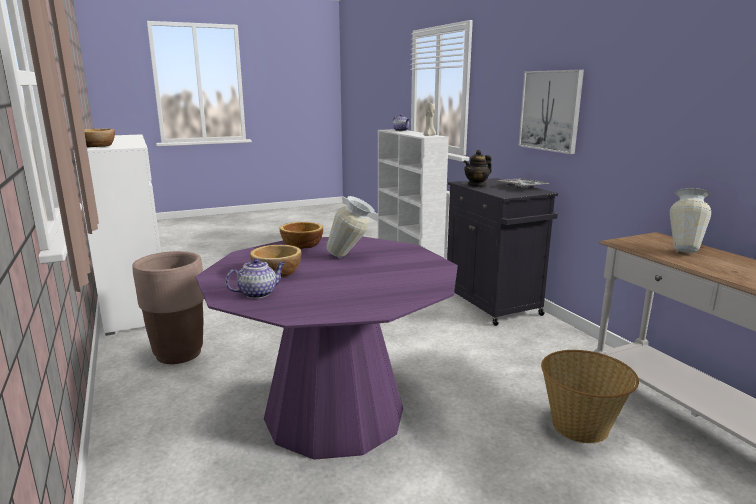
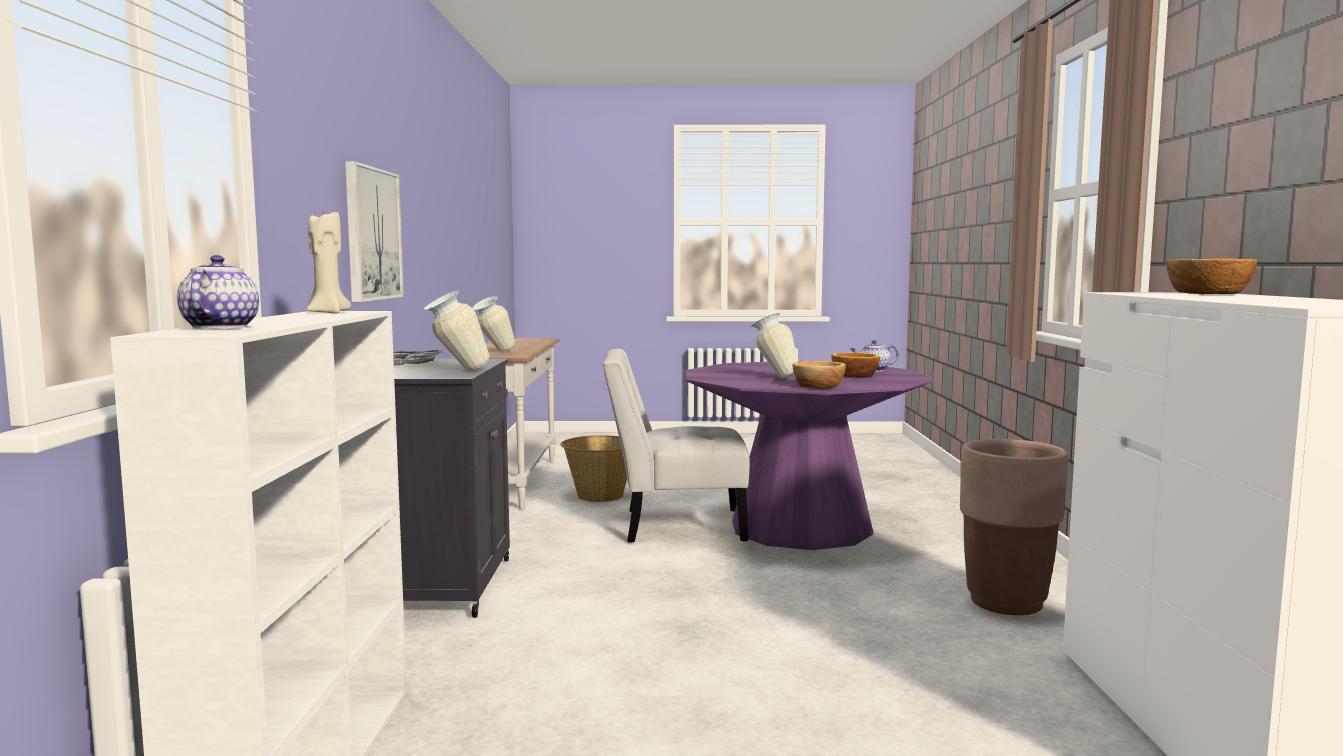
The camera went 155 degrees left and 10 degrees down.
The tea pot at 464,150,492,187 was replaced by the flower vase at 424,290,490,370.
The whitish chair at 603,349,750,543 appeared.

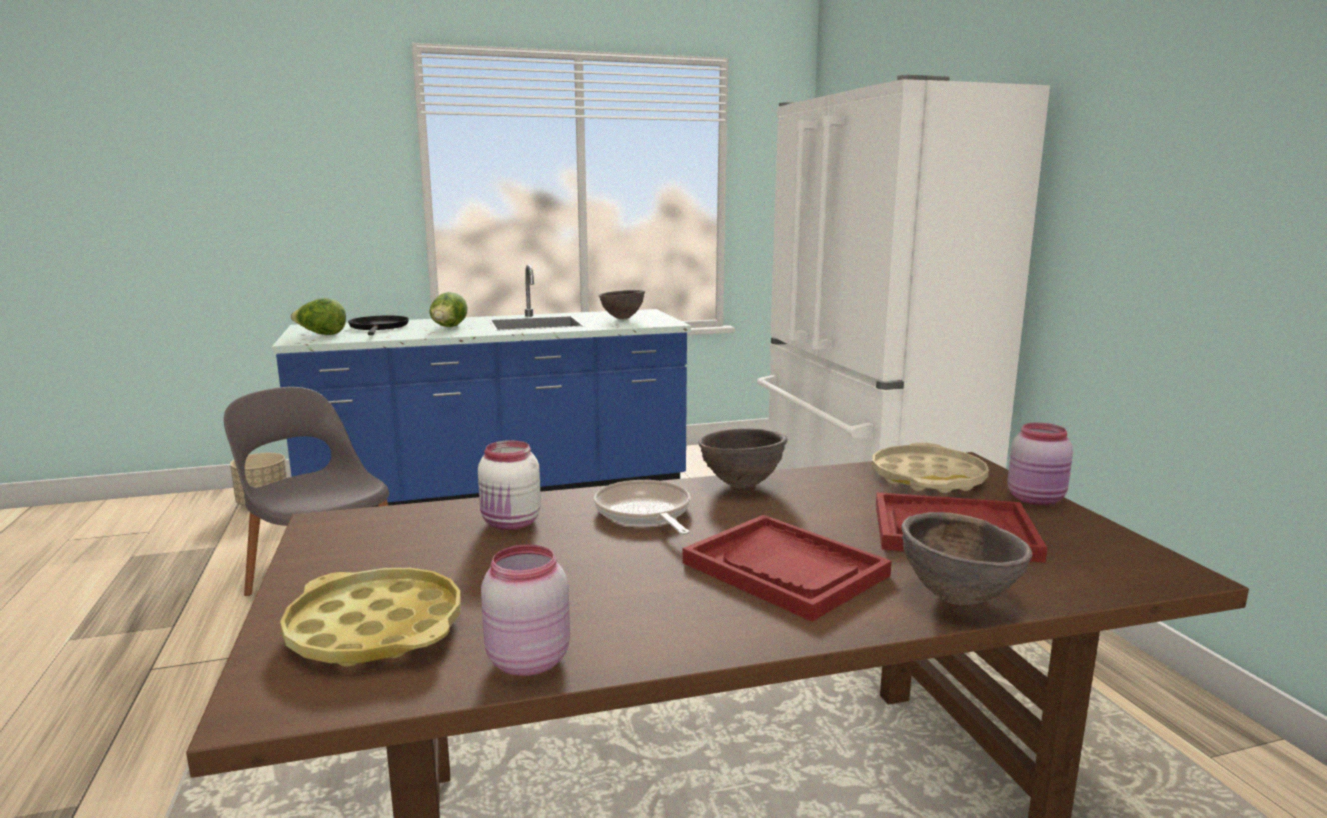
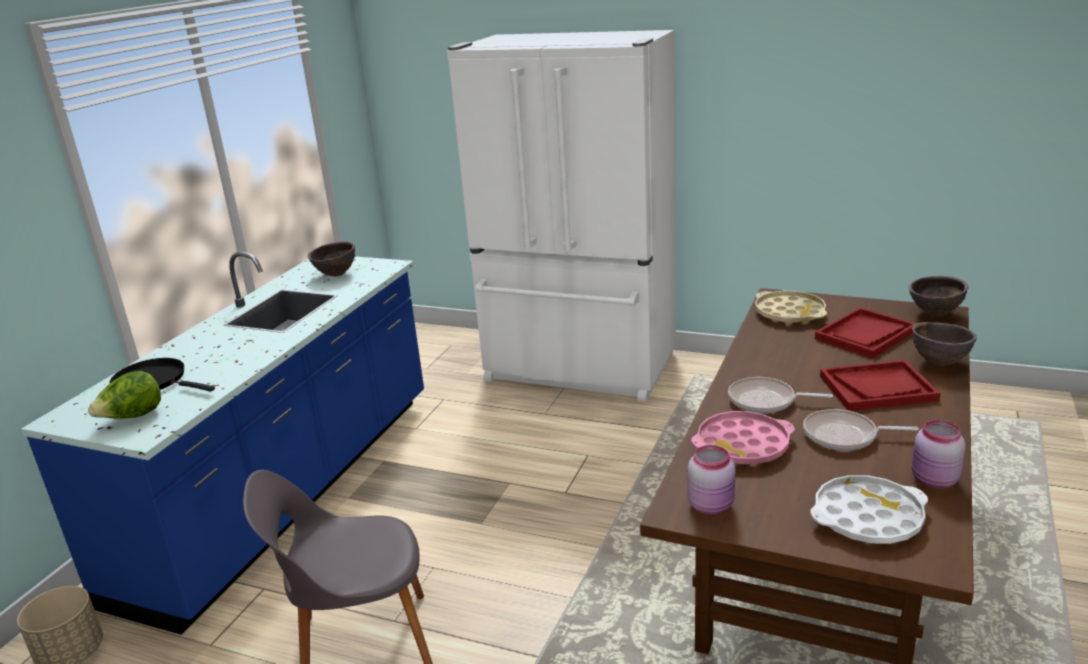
The camera went 50 degrees left and 10 degrees up.
The pink jar moved from 1007,423,1073,506 to 687,445,735,515.
The whitish jar at 478,440,541,530 was replaced by the pink tray at 691,411,795,465.
The skillet at 803,409,919,451 appeared.
The yellow tray at 280,568,461,667 became the whitish tray at 810,475,928,544.
The brown serving bowl moved from 698,428,788,489 to 909,276,968,316.
The lettuce head at 429,292,468,327 disappeared.

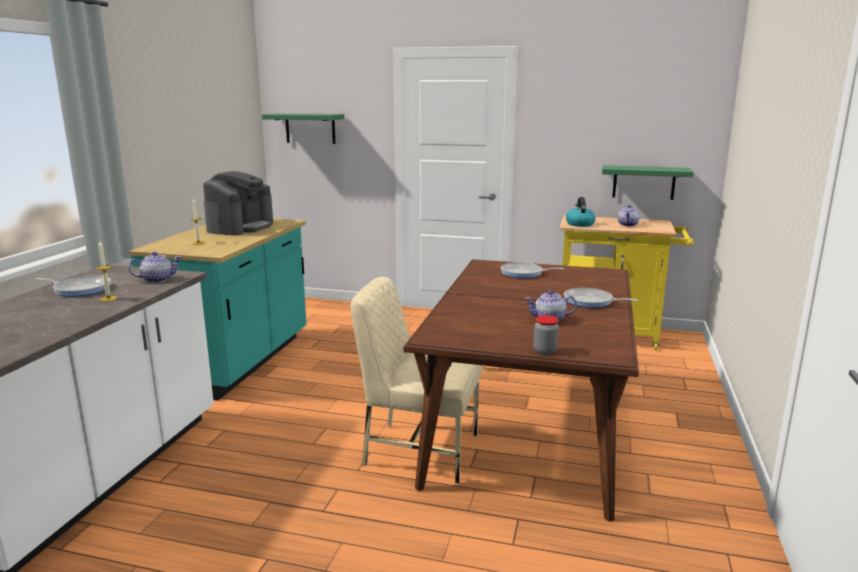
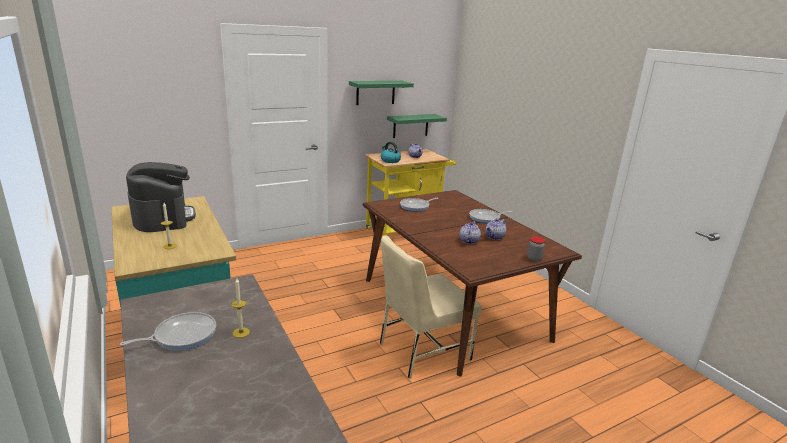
The camera went 45 degrees left and 5 degrees up.
The greenish bracket shelf moved from 262,113,344,144 to 349,81,414,105.
The tea pot moved from 128,251,182,283 to 459,222,481,244.

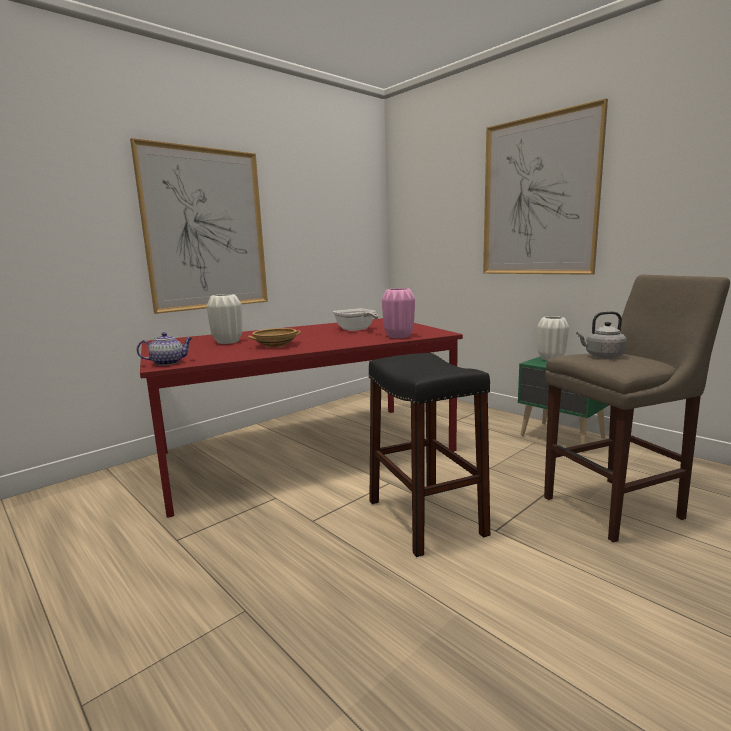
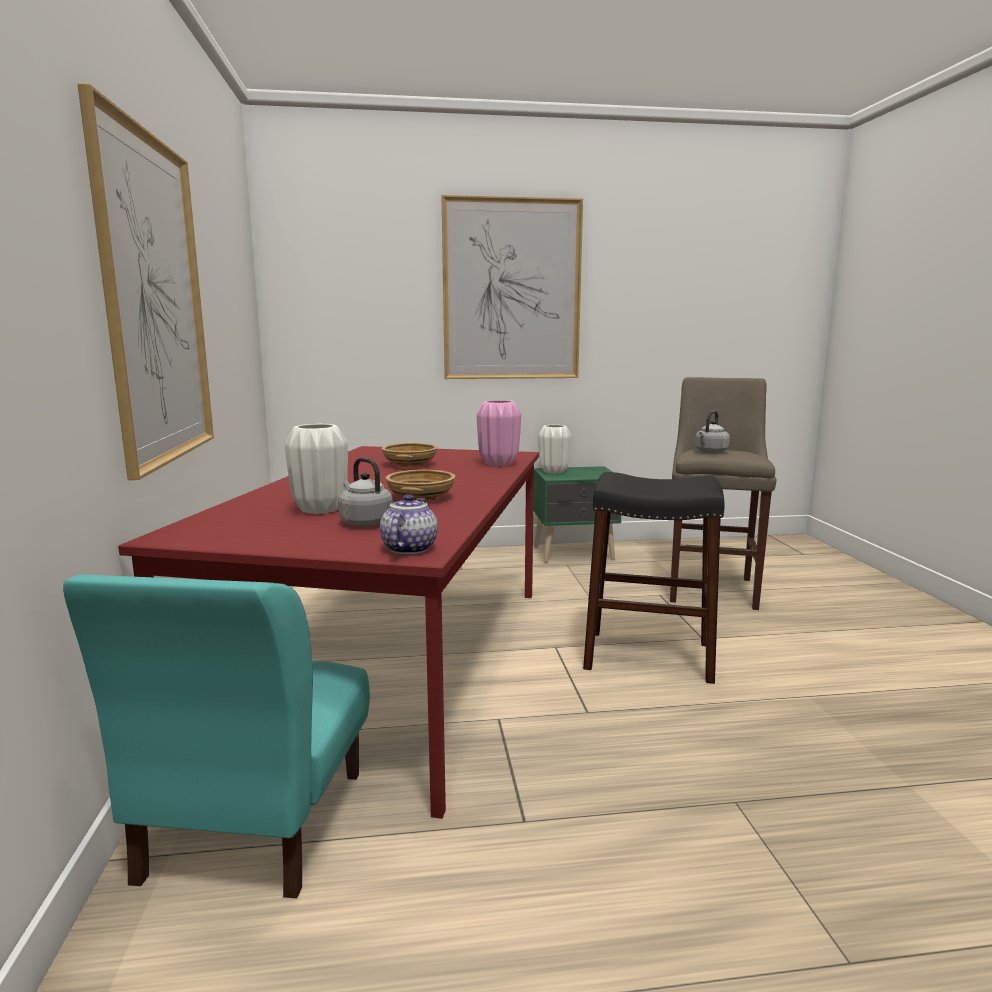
The camera went 55 degrees left and 0 degrees up.
The turquoise chair at 63,574,370,898 appeared.
The gray tea kettle at 338,458,393,527 appeared.
The skillet at 333,309,379,331 was replaced by the beige serving bowl at 382,443,438,468.

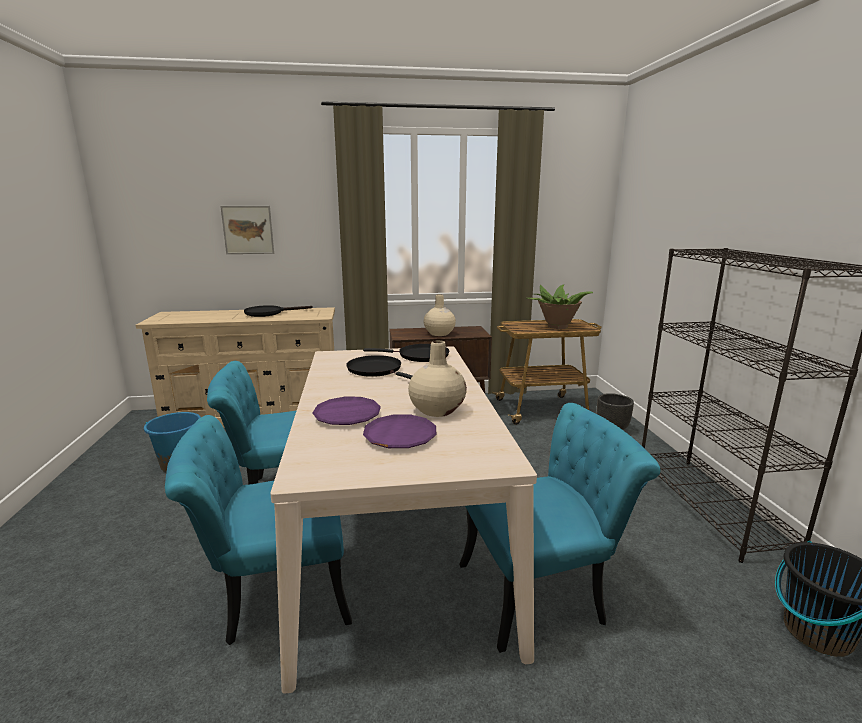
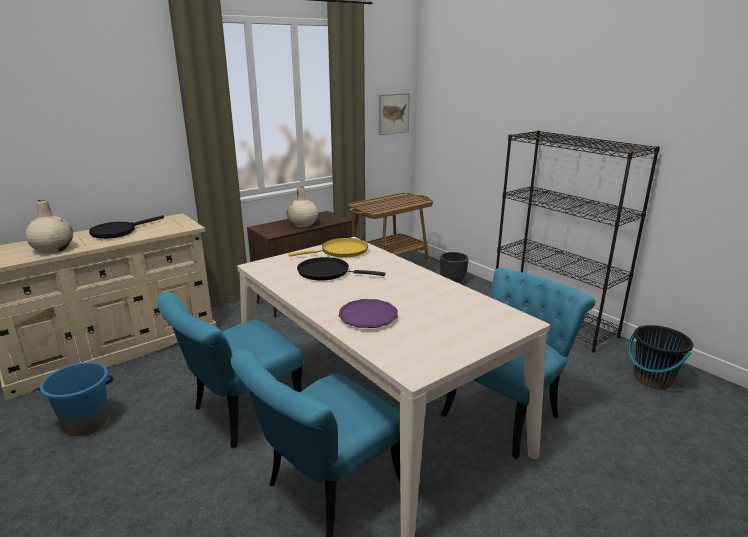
The camera went 30 degrees left and 5 degrees up.
The beige flower vase moved from 408,340,467,417 to 25,200,73,254.
The blackish skillet at 363,344,449,362 became the yellow skillet at 288,238,368,258.
The picture moved from 220,206,274,254 to 379,93,410,135.
The purple-coloured plate at 363,414,436,448 disappeared.
The houseplant at 528,284,593,329 disappeared.

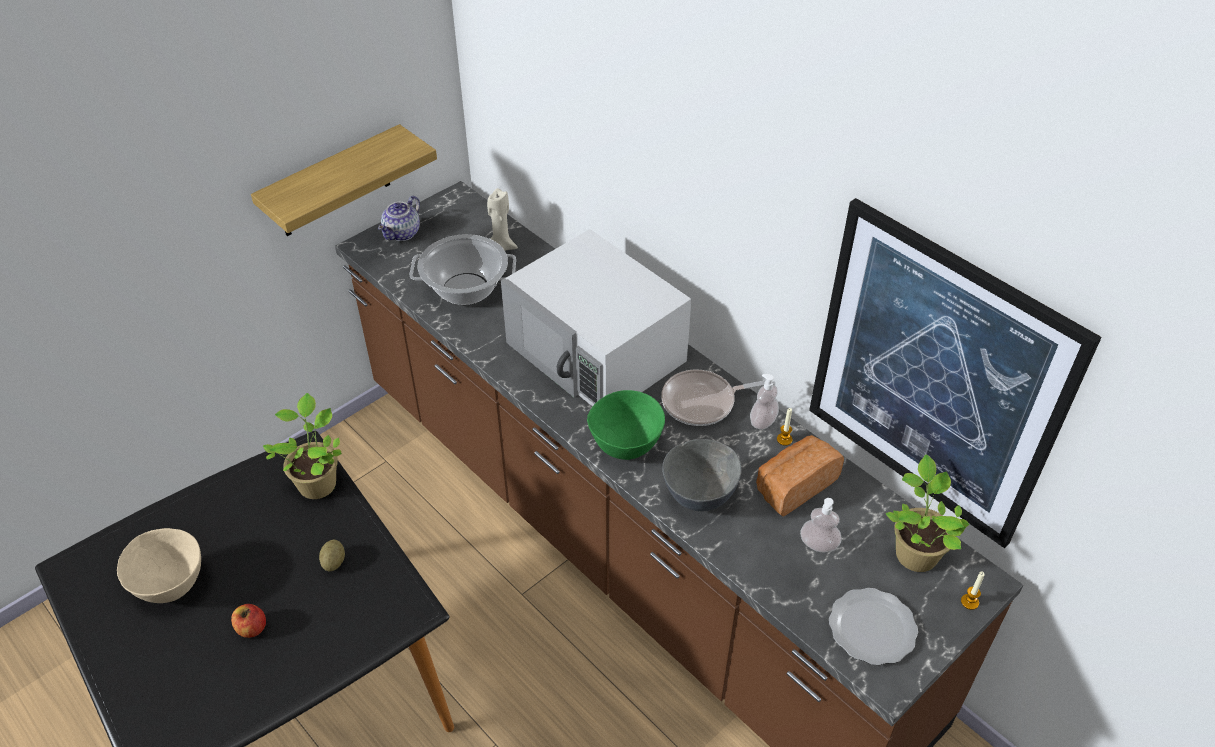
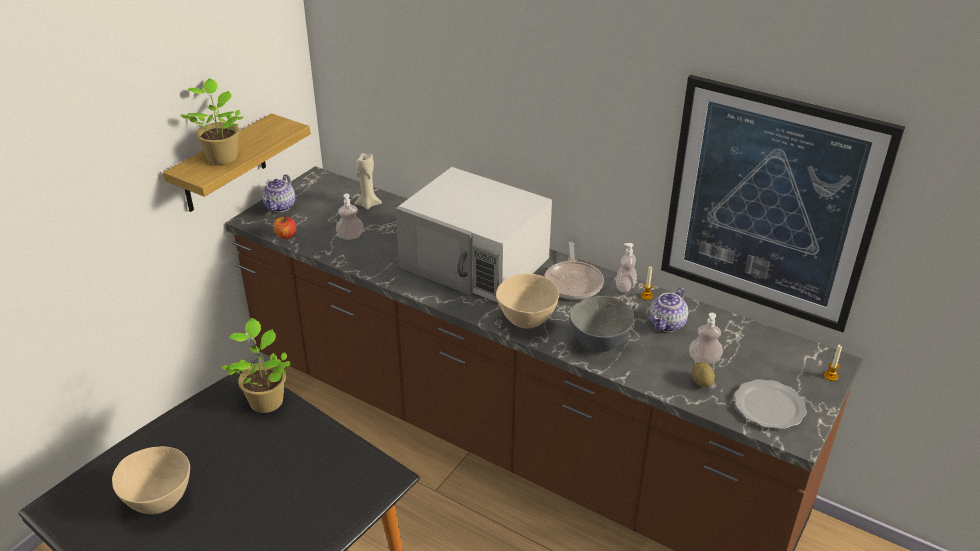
The camera went 15 degrees left and 10 degrees down.
The houseplant moved from 886,455,970,572 to 180,78,244,165.
The apple fruit moved from 231,604,266,638 to 273,216,297,239.
The saucepot at 410,234,516,305 was replaced by the soap dispenser at 336,194,364,240.
The greenish serving bowl at 587,390,665,460 became the beige serving bowl at 496,274,559,329.
The skillet at 661,369,766,426 turned 60 degrees counterclockwise.
The bread at 756,435,844,517 was replaced by the tea pot at 649,287,688,332.
The whole potato moved from 319,539,345,571 to 692,362,715,387.

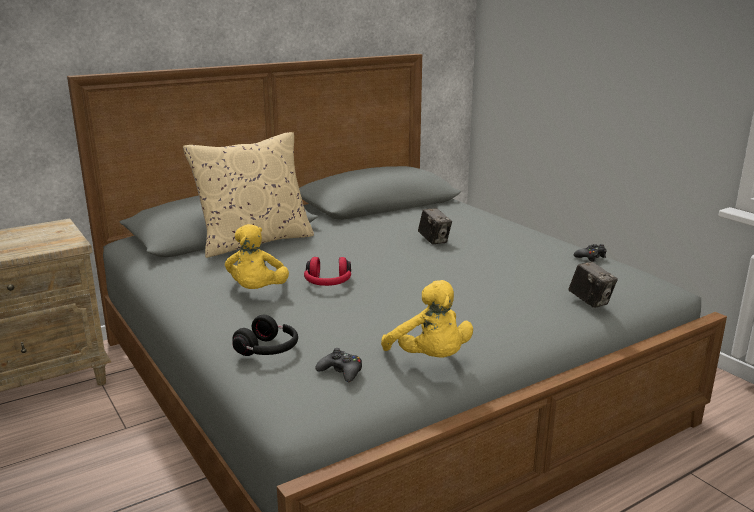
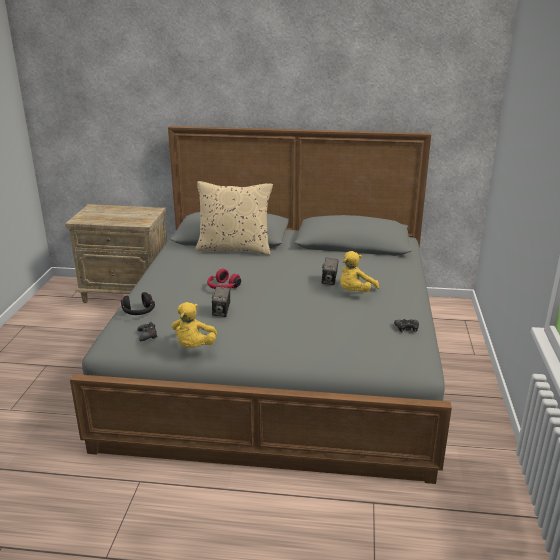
The camera went 40 degrees right and 5 degrees up.
The still camera moved from 568,262,618,308 to 212,287,230,317.
The yellow cuddly toy moved from 225,224,289,289 to 340,251,379,292.

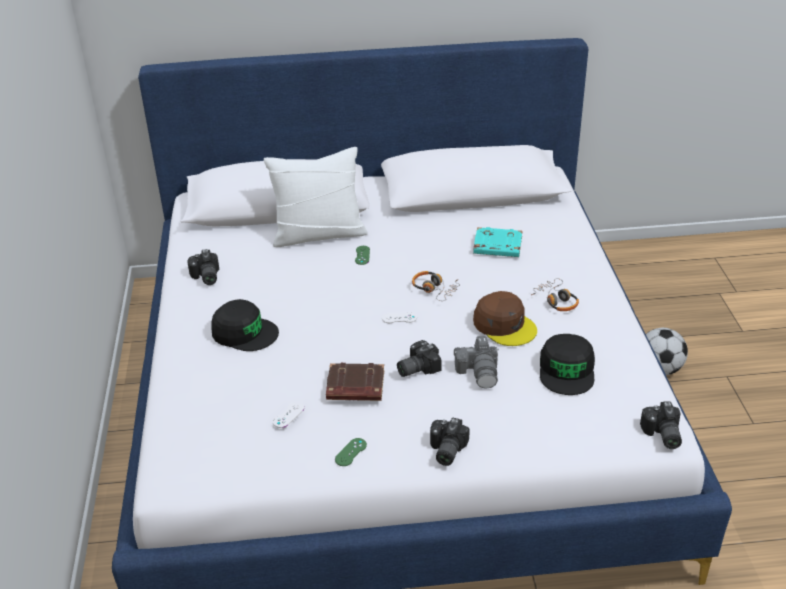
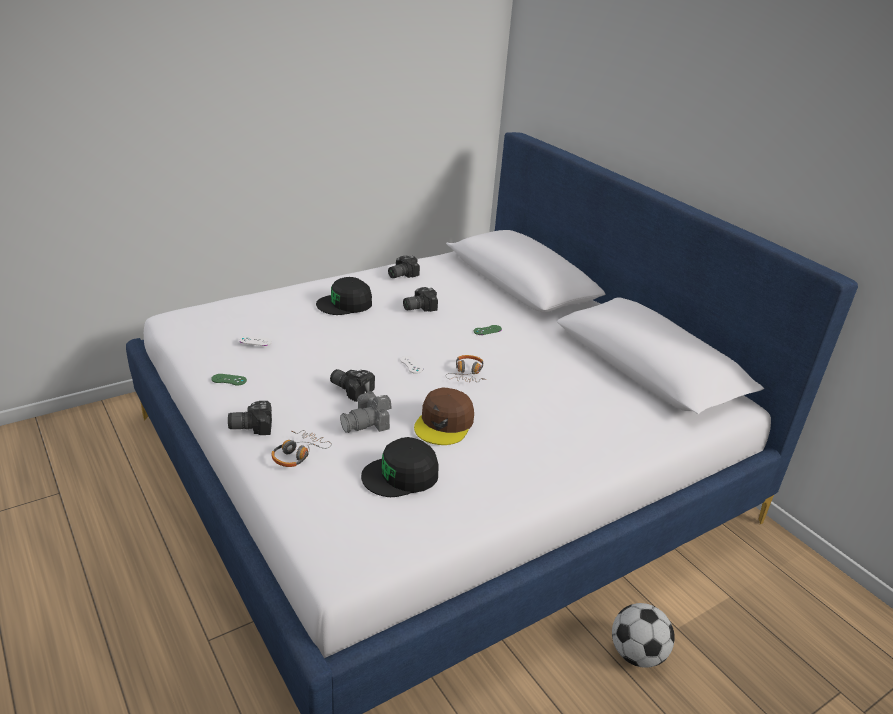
The camera went 60 degrees right and 5 degrees down.
The pair of headphones moved from 531,278,579,311 to 272,430,332,467.
The blackish cap at 211,299,279,351 turned 75 degrees clockwise.
The still camera moved from 640,402,682,449 to 403,287,438,312.
The whitish cushion at 264,147,368,247 disappeared.
The brown book at 326,363,384,401 disappeared.
The turquoise book at 473,227,522,257 disappeared.

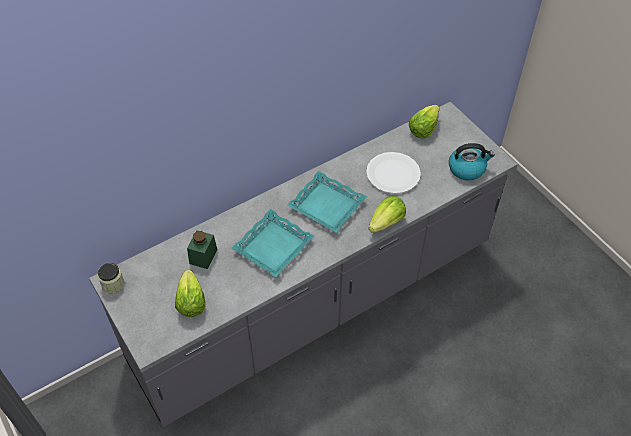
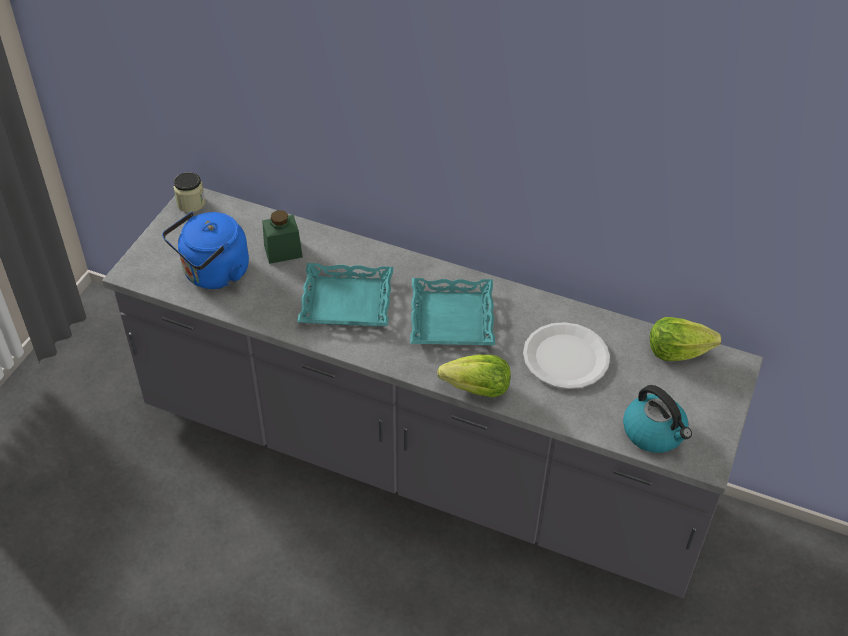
The camera went 55 degrees right and 5 degrees down.
The lettuce head at 175,270,206,317 was replaced by the blue-coloured tea kettle at 162,212,249,289.

